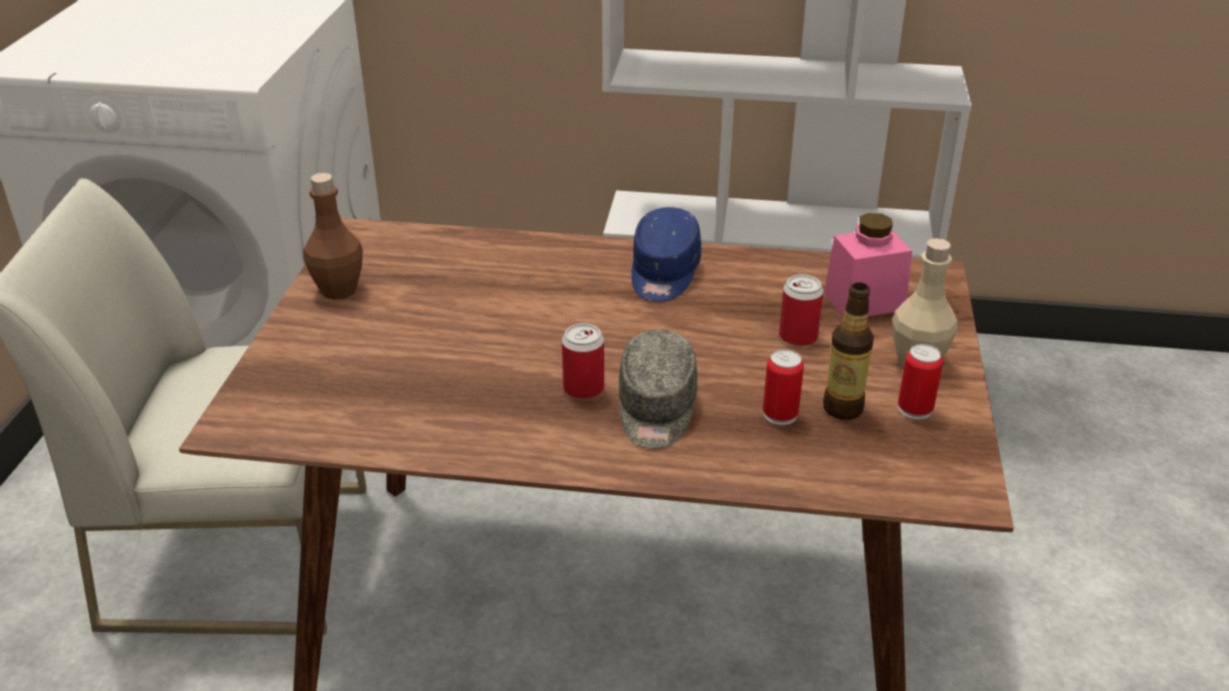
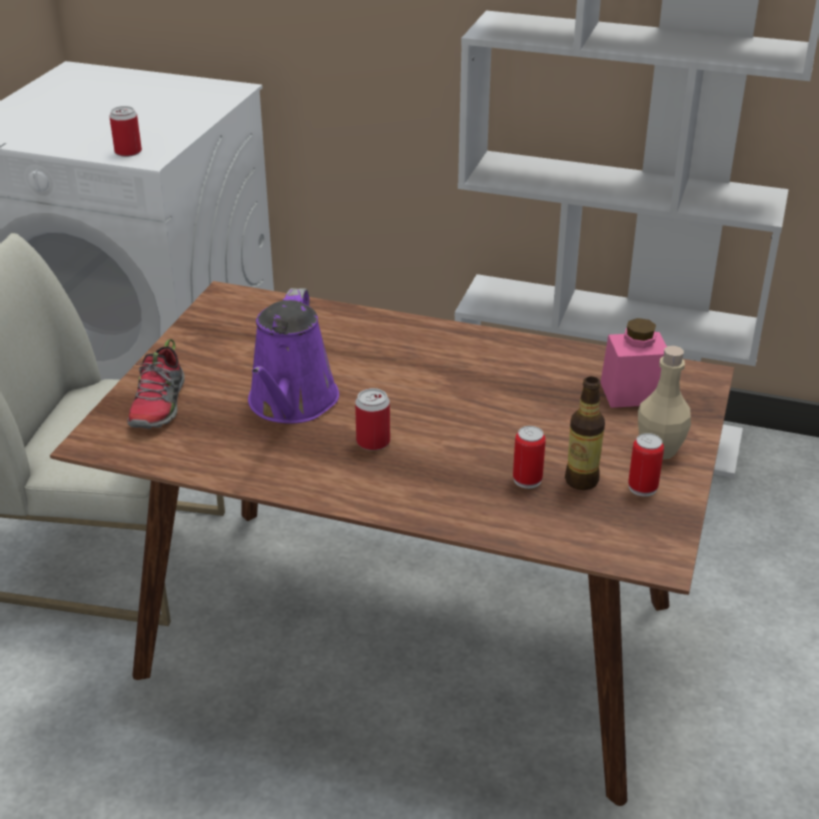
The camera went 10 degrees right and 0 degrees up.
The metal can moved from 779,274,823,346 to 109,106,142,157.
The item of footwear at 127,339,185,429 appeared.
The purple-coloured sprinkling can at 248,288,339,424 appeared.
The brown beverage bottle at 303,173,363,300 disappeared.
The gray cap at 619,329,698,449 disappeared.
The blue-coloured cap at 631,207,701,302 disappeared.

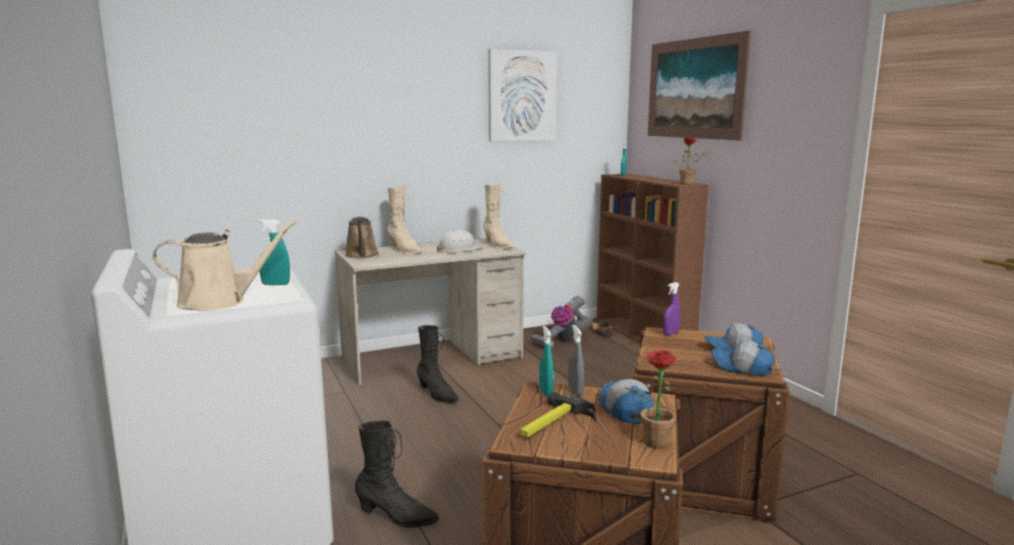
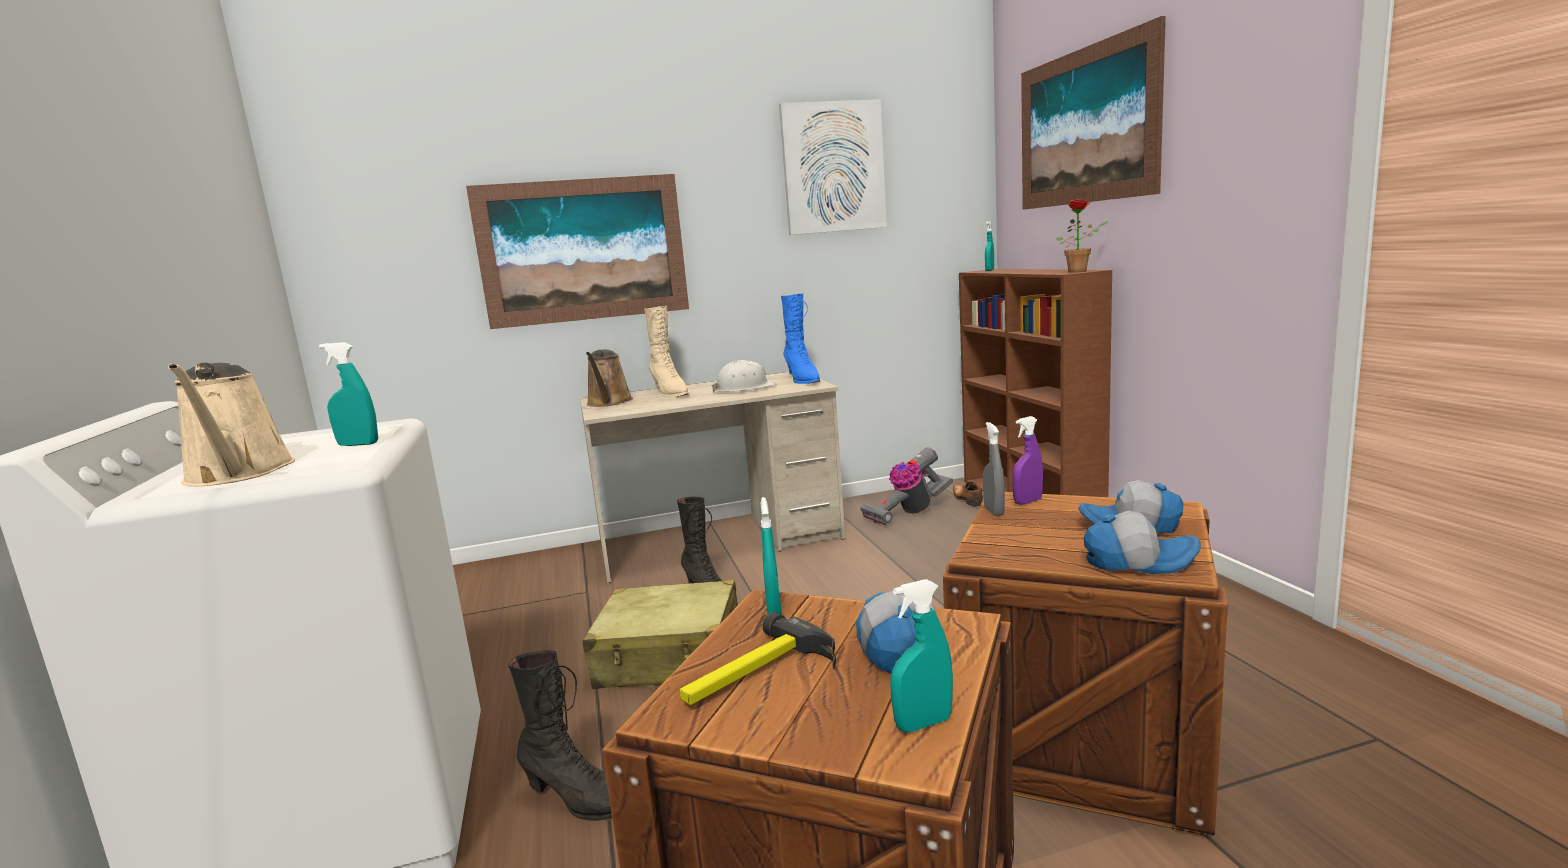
The camera went 10 degrees right and 0 degrees up.
The beige sprinkling can at 153,220,297,311 turned 75 degrees clockwise.
The picture at 466,174,689,329 appeared.
The beige travel case at 582,580,738,689 appeared.
The beige tall boot at 483,184,512,249 became the blue-coloured tall boot at 781,294,820,384.
The houseplant at 625,350,694,449 was replaced by the turquoise spray bottle at 890,579,953,732.
The gray spray bottle moved from 568,325,584,396 to 983,422,1005,516.
The cap at 711,340,775,376 turned 150 degrees clockwise.

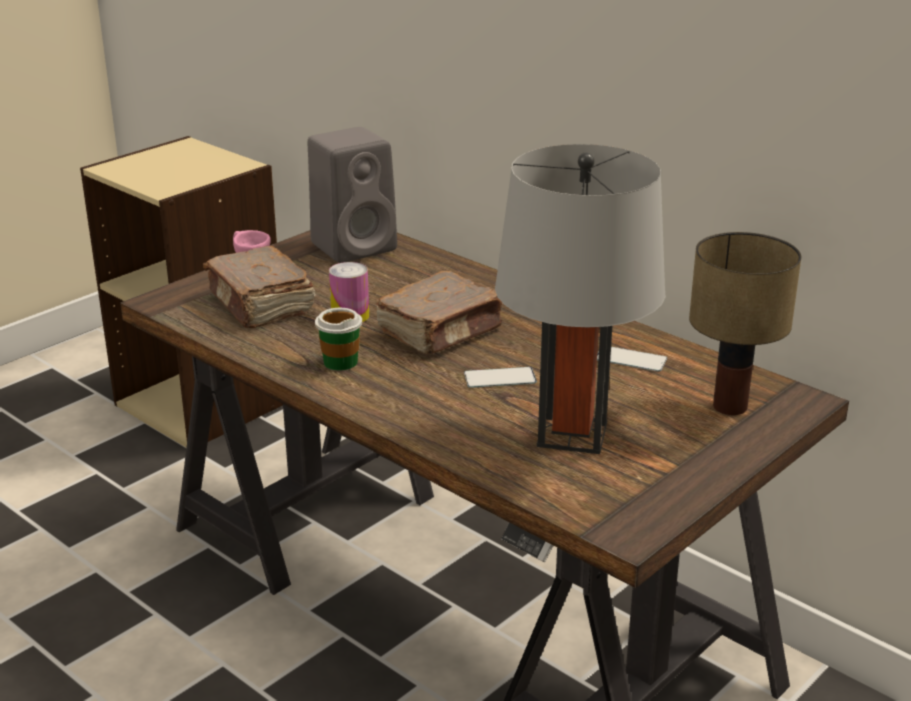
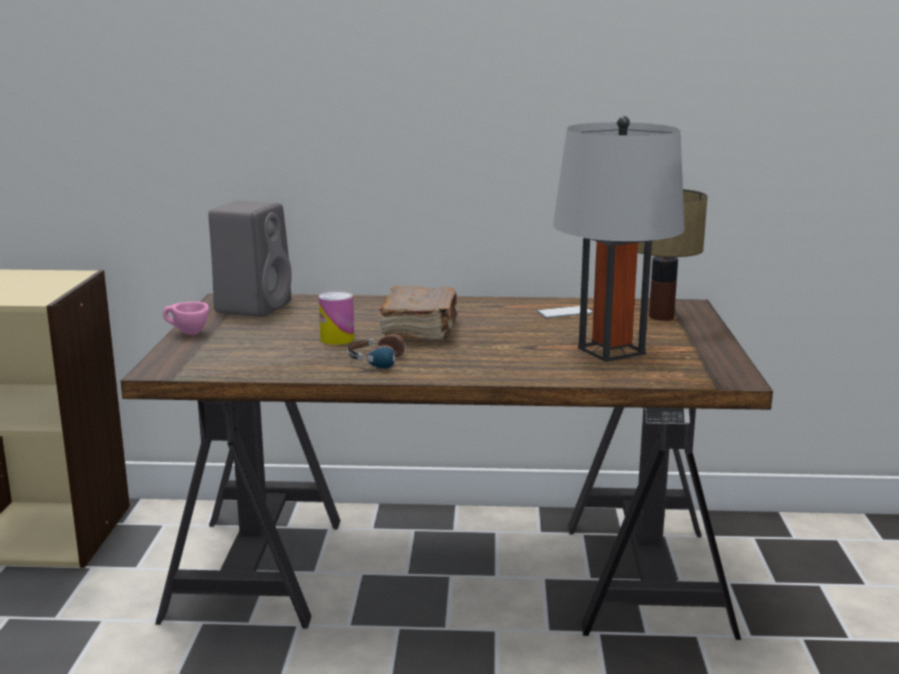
The camera went 40 degrees left and 10 degrees down.
The drinking cup at 315,308,362,371 was replaced by the pair of headphones at 347,334,418,369.
The brown book at 203,246,315,328 disappeared.
The handset at 464,367,537,388 disappeared.

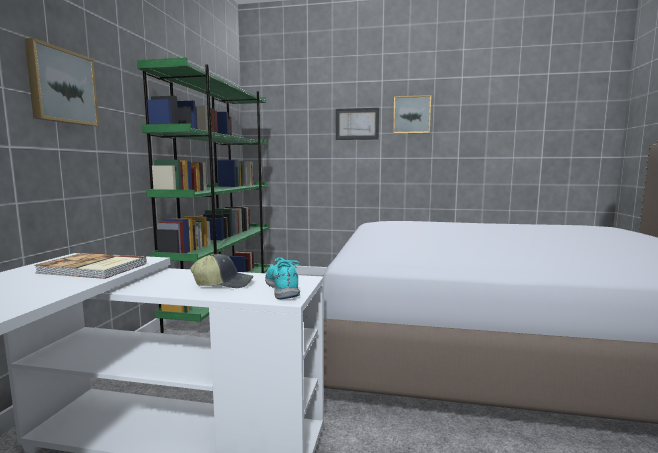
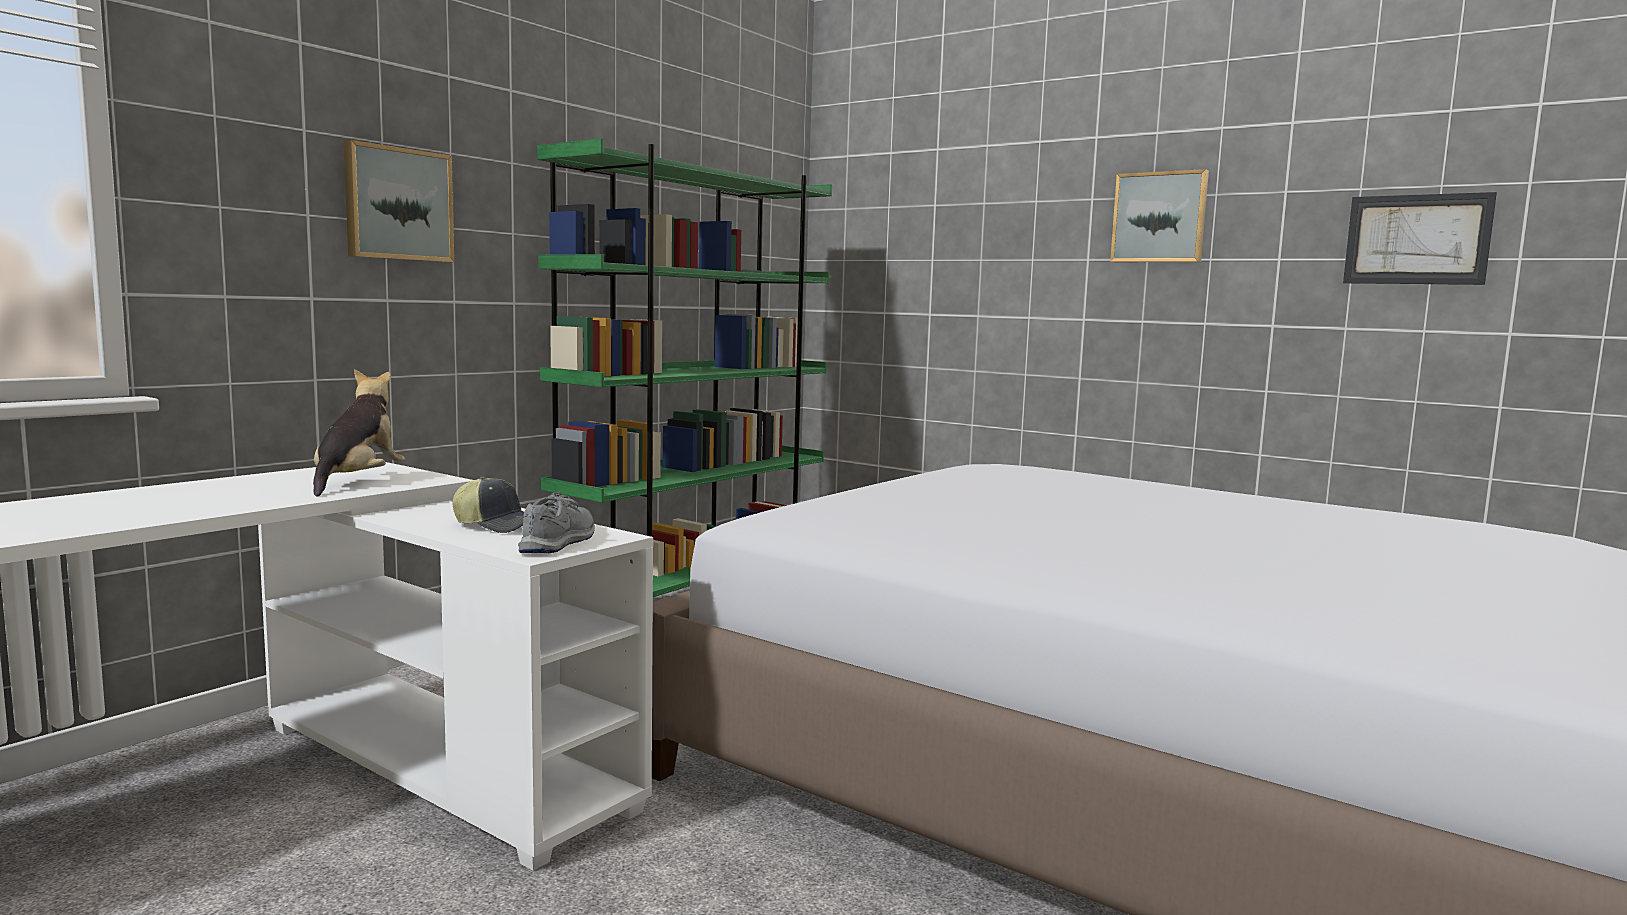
The camera went 25 degrees right and 0 degrees up.
The book at 34,253,147,279 was replaced by the cuddly toy at 313,369,405,497.
The turquoise item of footwear at 265,257,300,300 became the gray item of footwear at 518,492,595,553.
The picture moved from 336,108,379,140 to 1343,192,1497,285.

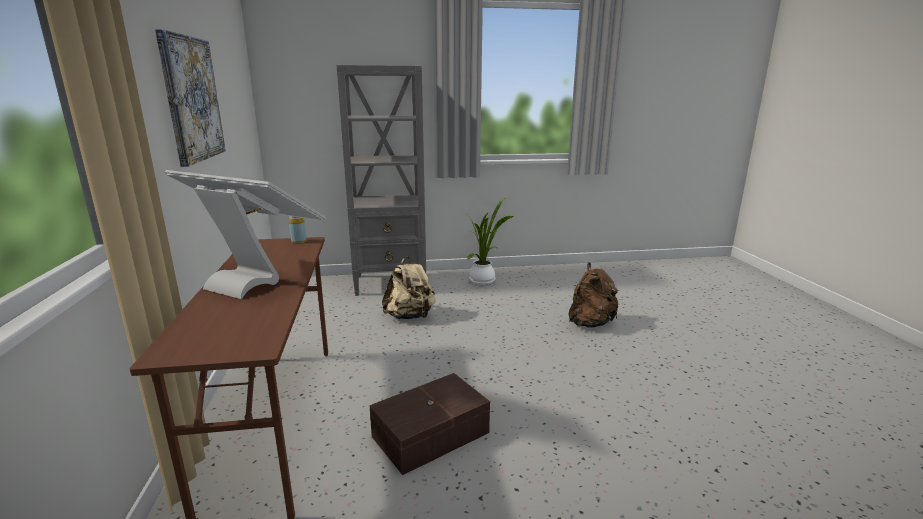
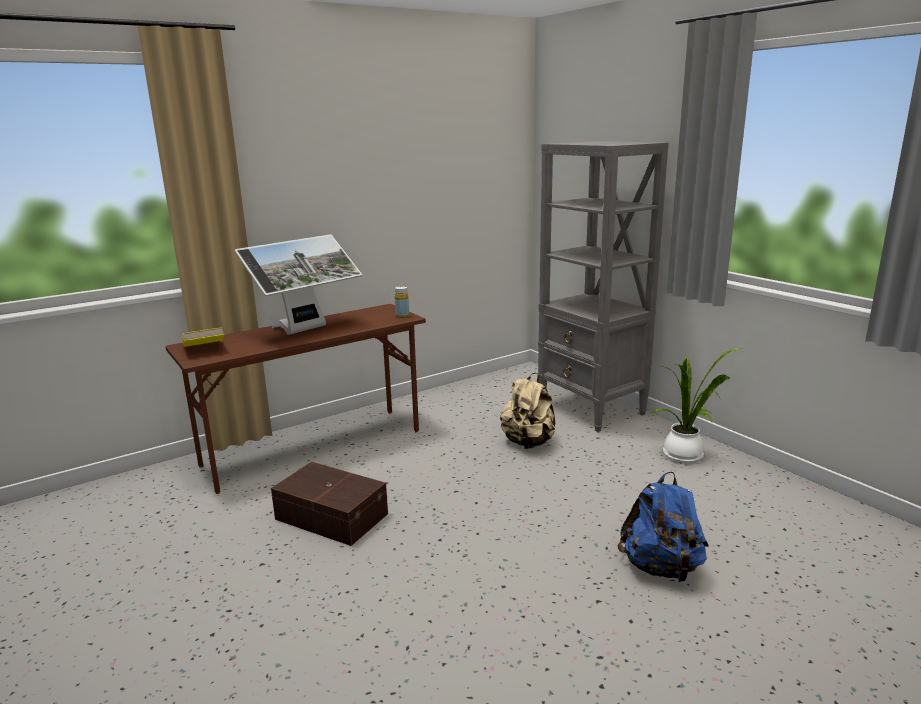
The camera went 65 degrees right and 0 degrees up.
The yellow book at 182,327,225,347 appeared.
The monitor at 165,170,326,299 turned 45 degrees clockwise.
The brown rucksack at 568,262,619,328 became the blue-coloured rucksack at 617,471,709,582.
The picture at 155,29,226,167 disappeared.

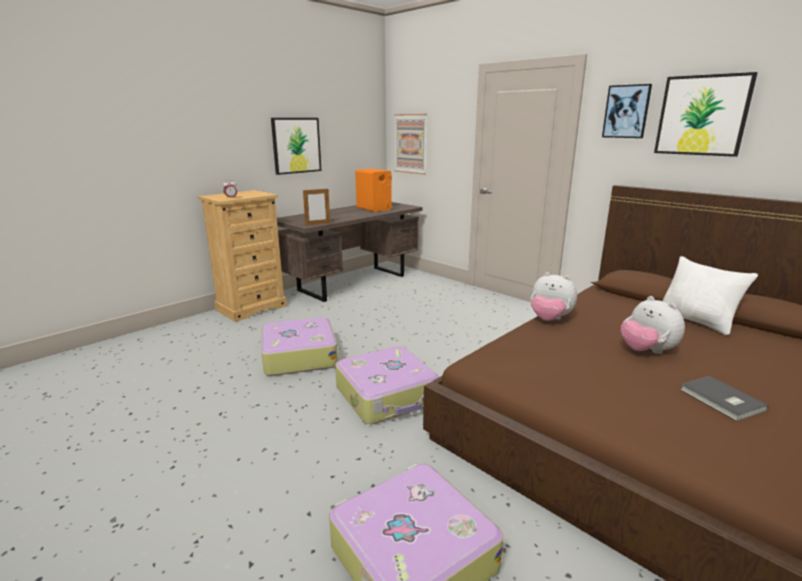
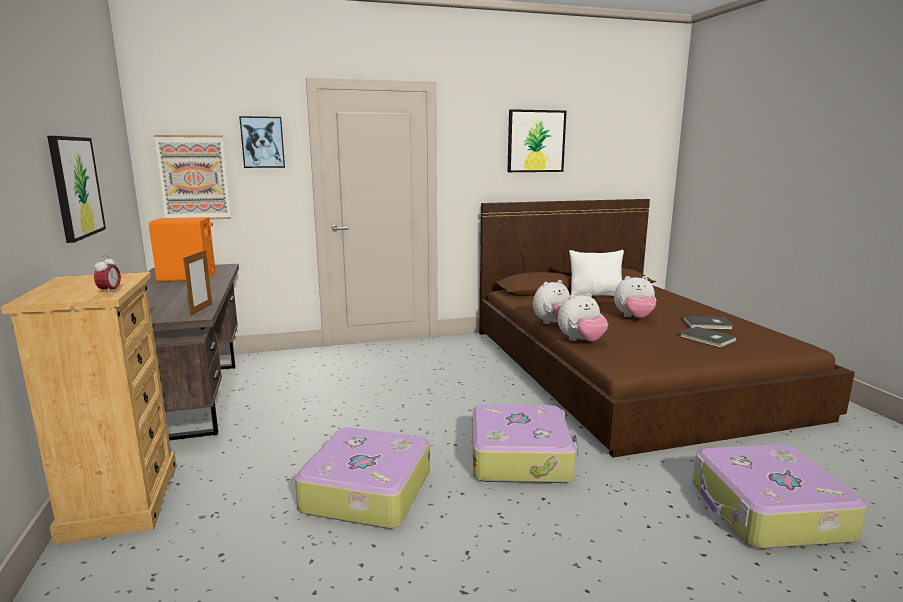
The camera went 60 degrees left and 5 degrees down.
The picture moved from 602,84,652,138 to 239,116,285,168.
The cuddly toy at 558,293,608,341 appeared.
The gray book at 679,326,737,348 appeared.

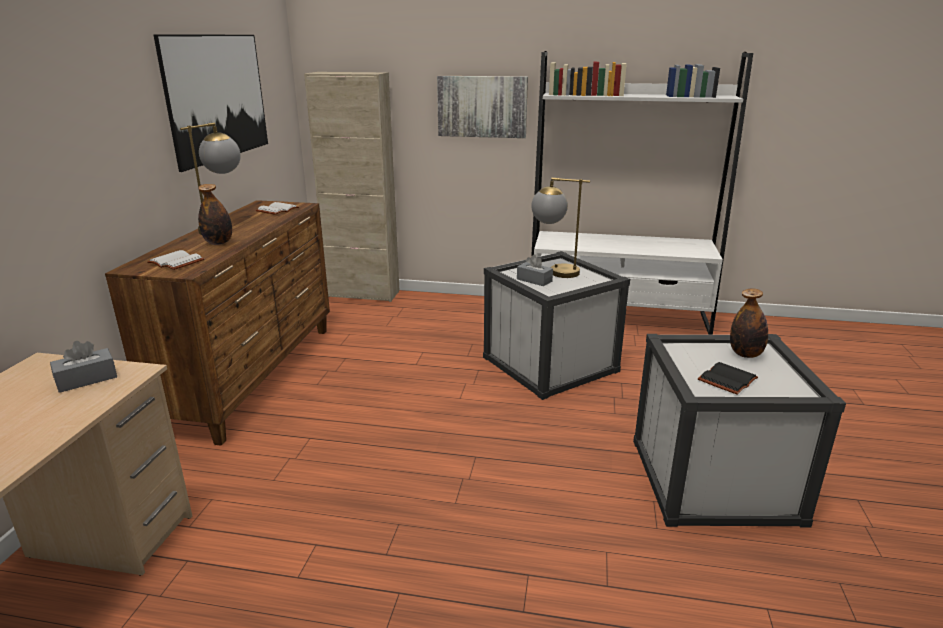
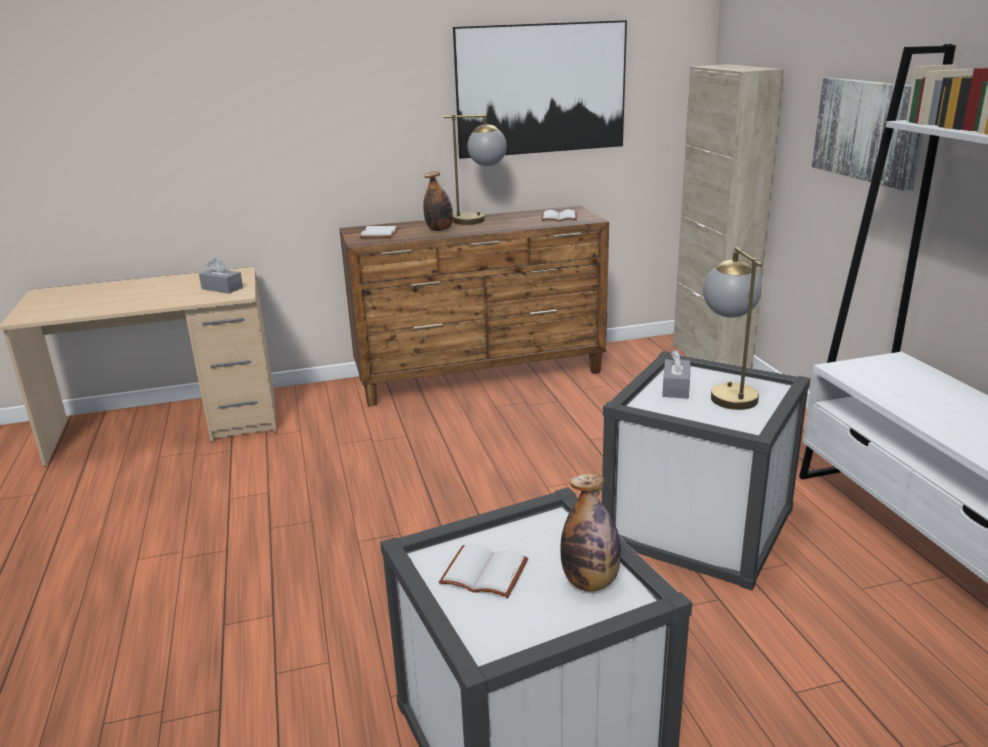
The camera went 65 degrees right and 0 degrees up.
The blackish book at 698,362,758,395 became the whitish book at 439,544,528,598.

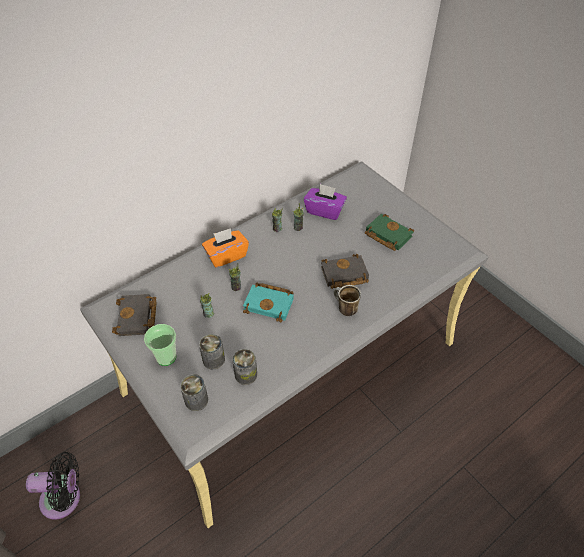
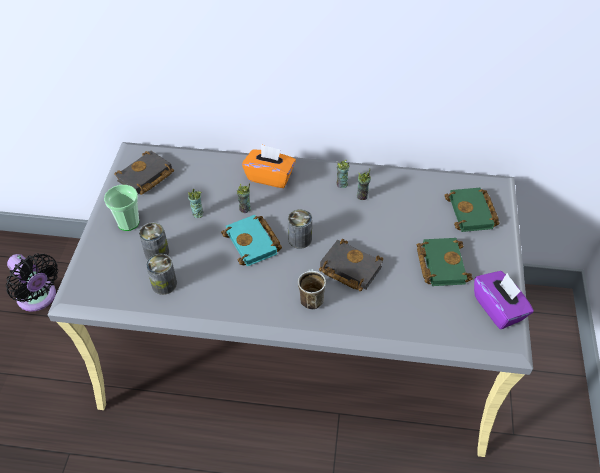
The camera went 45 degrees right and 0 degrees up.
The metal can moved from 180,374,208,411 to 288,209,312,249.
The greenish book at 444,188,500,232 appeared.
The purple-coloured tissue holder moved from 304,184,347,220 to 474,271,534,329.

